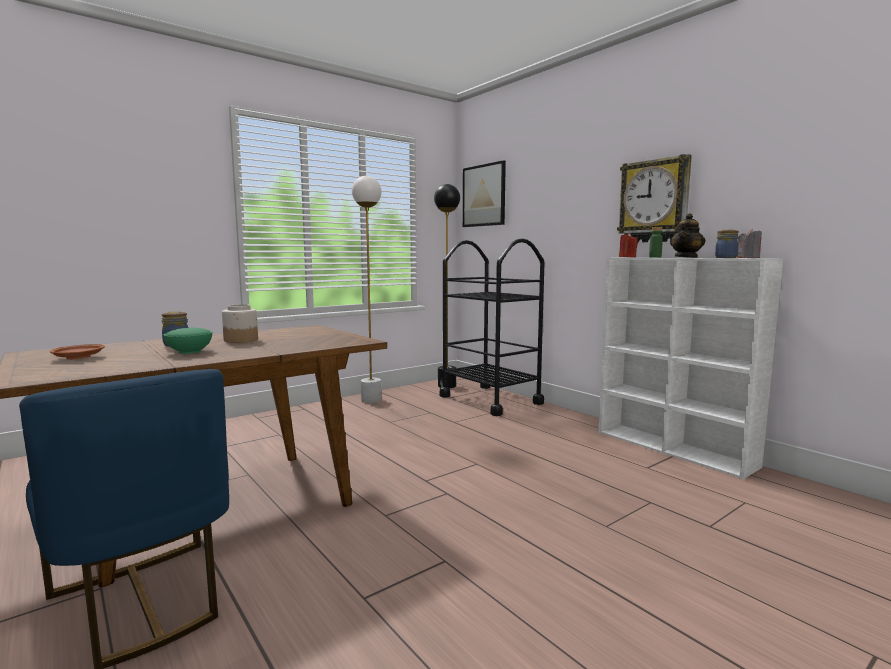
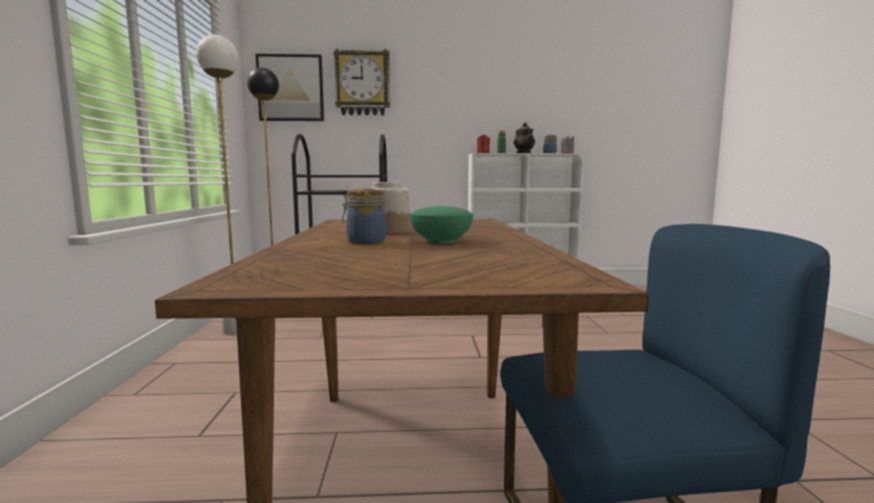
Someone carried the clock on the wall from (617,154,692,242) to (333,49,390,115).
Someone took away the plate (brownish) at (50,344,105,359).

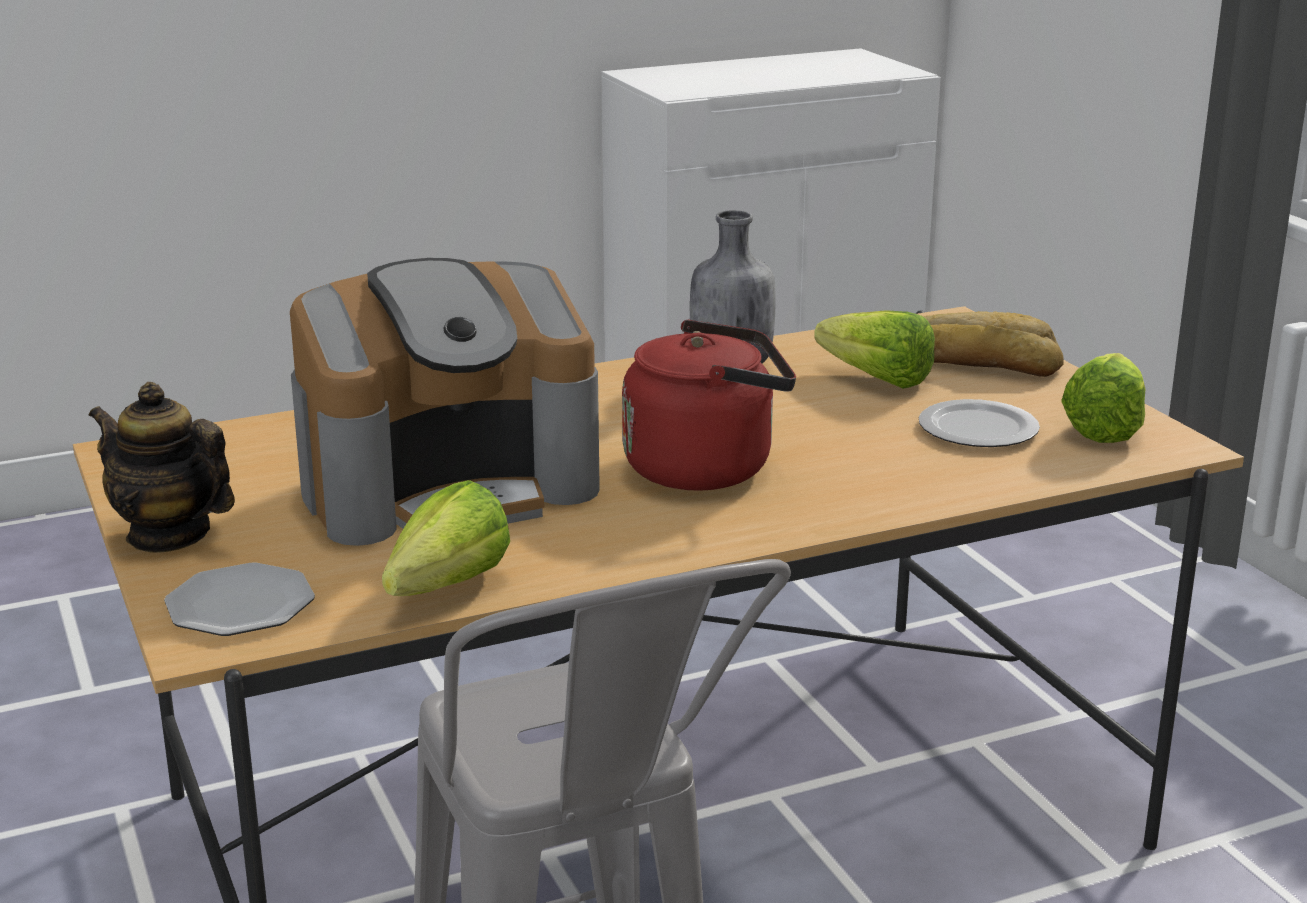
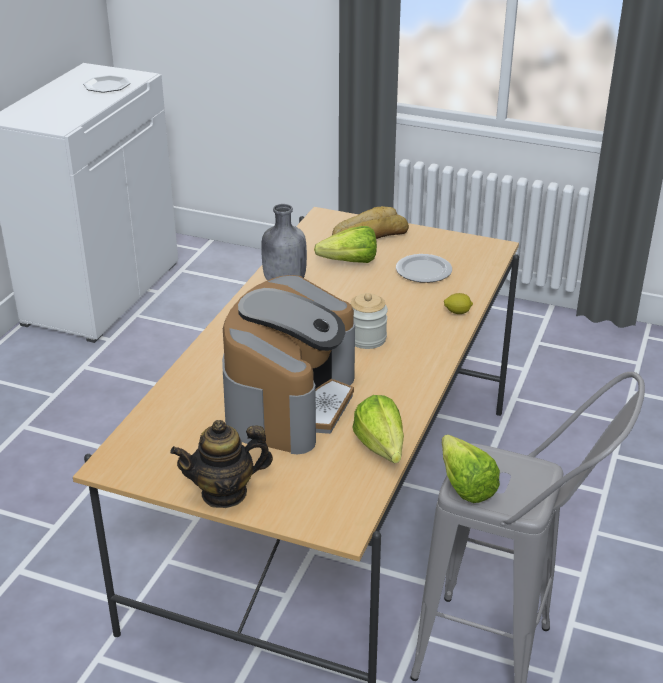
Someone swapped the tea kettle (red-coloured) at (622,320,796,490) for the jar at (351,293,388,349).
Someone carried the head of lettuce from (1061,353,1146,443) to (442,435,500,503).
Someone carried the plate from (164,563,315,636) to (83,75,130,93).
Someone put down the whole lemon at (444,293,473,314).

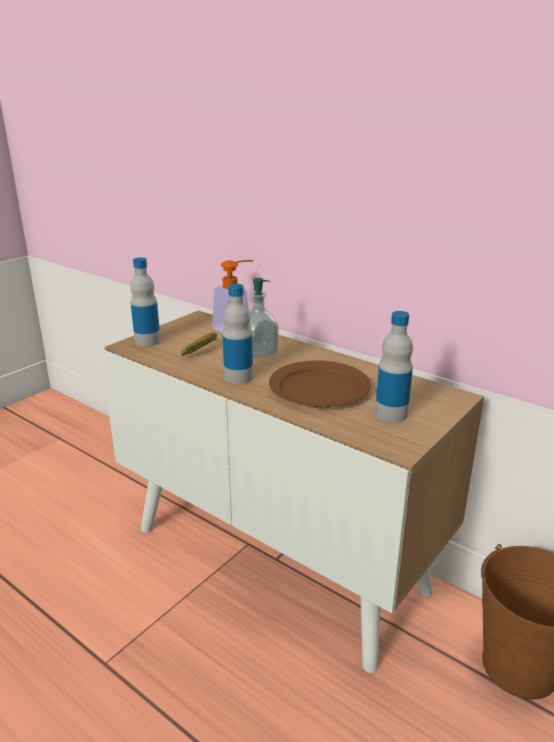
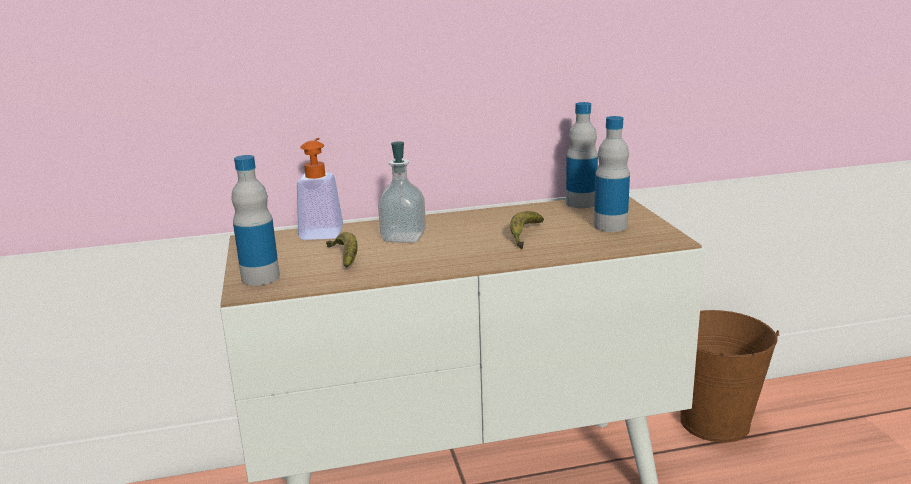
Someone carried the drink bottle from (222,284,253,384) to (566,102,598,208).
Someone swapped the plate (brownish) at (269,360,371,407) for the banana at (510,211,544,249).

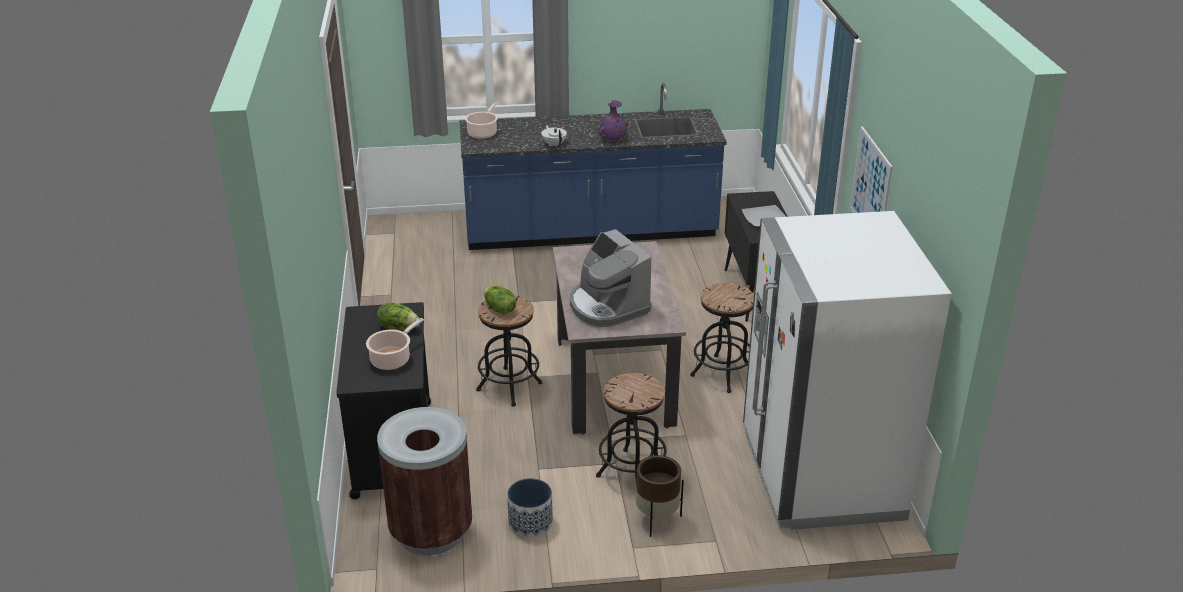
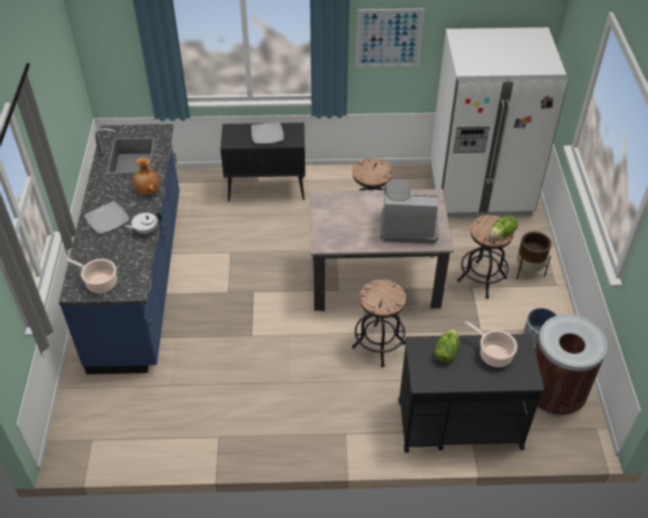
Someone repainted the flower vase (purple) at (599,100,628,140), which became the flower vase (brownish) at (133,157,160,194).
Someone rotated the coffee maker at (570,229,651,327) by 150 degrees counterclockwise.
Someone carried the head of lettuce from (483,286,516,314) to (490,215,518,238).
Someone put down the plate at (84,201,130,234).

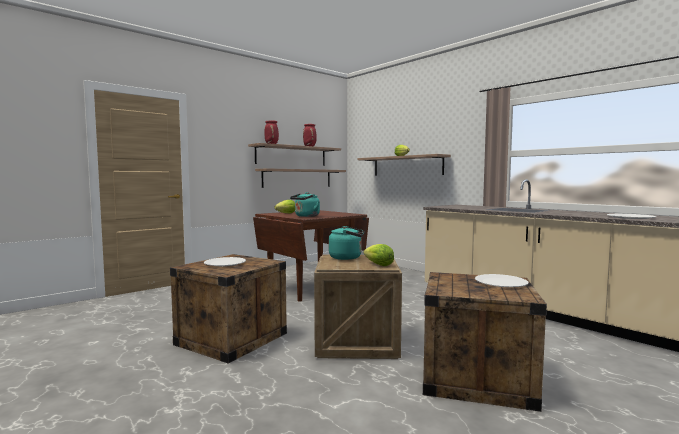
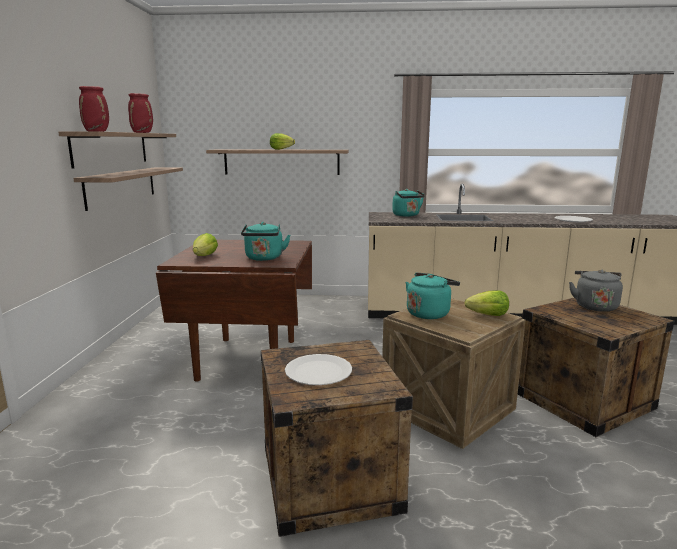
Someone swapped the plate (white) at (475,274,529,287) for the tea kettle (grey) at (569,270,623,312).
Someone put down the tea kettle (blue-green) at (392,189,425,217).

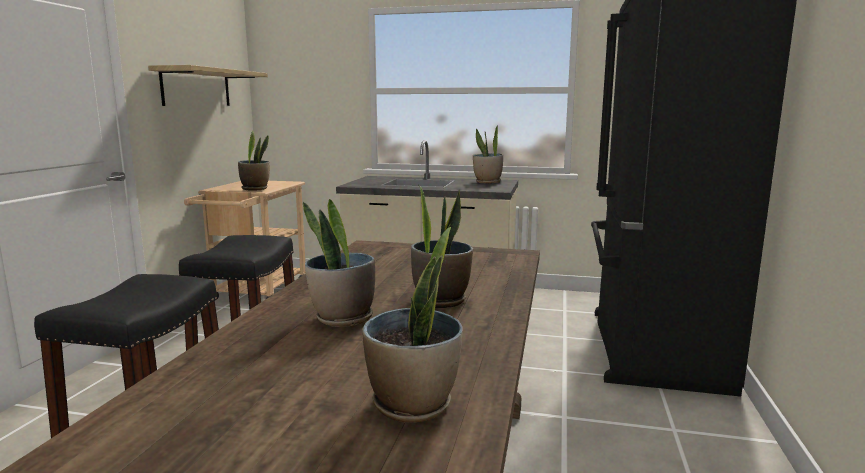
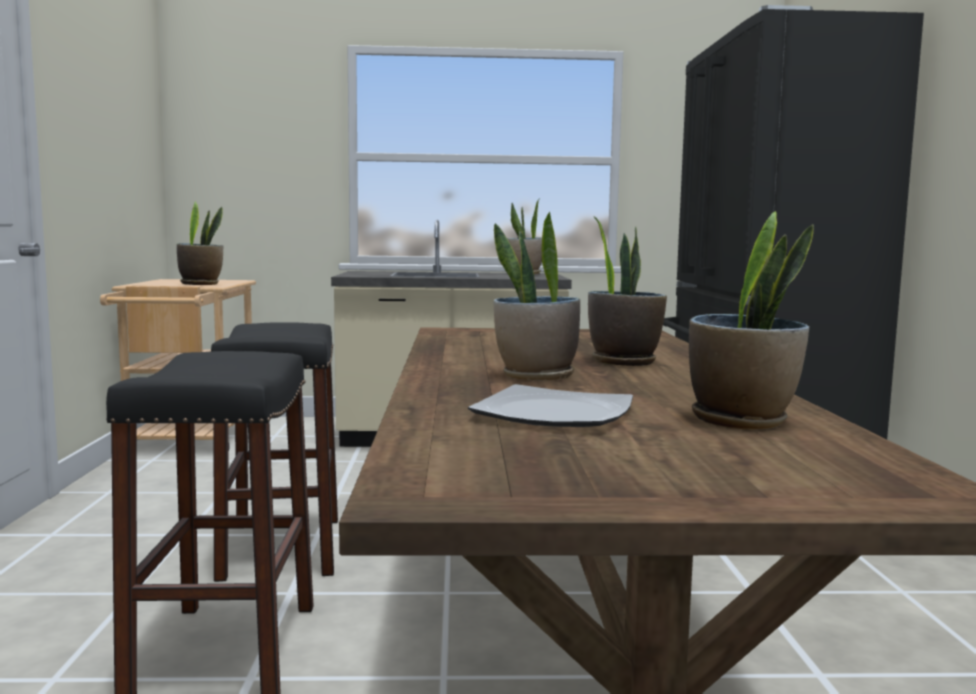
Someone took away the wall shelf at (148,65,268,106).
Someone put down the plate at (468,384,633,427).

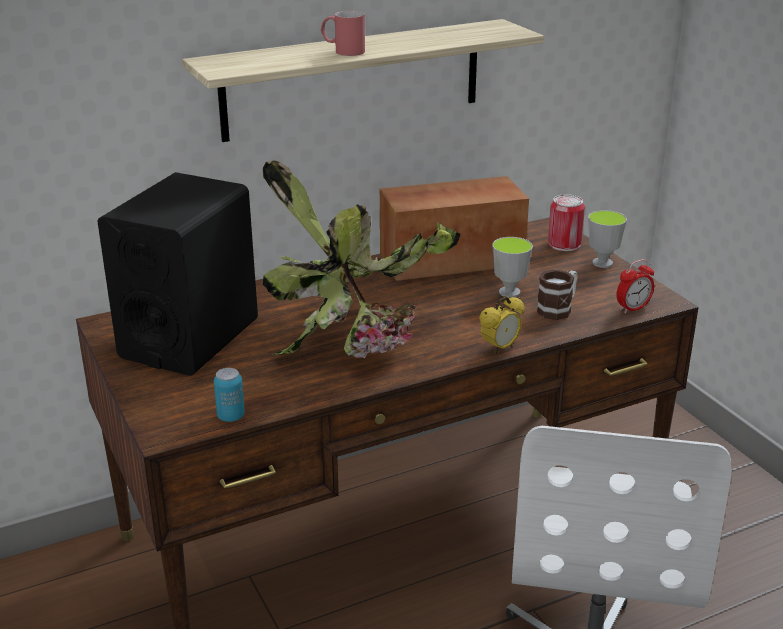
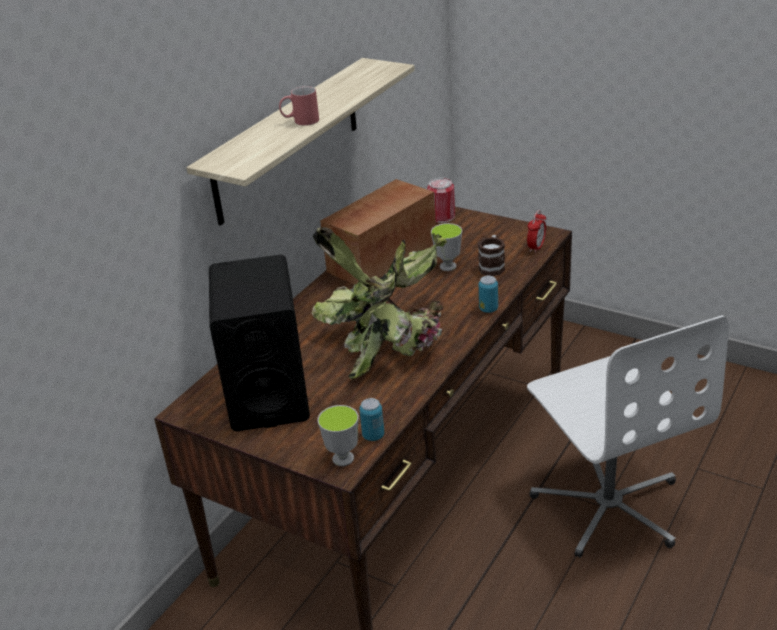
Someone carried the cup from (588,210,627,268) to (317,405,359,466).
Someone swapped the alarm clock at (479,296,525,354) for the sealed can at (479,276,498,313).

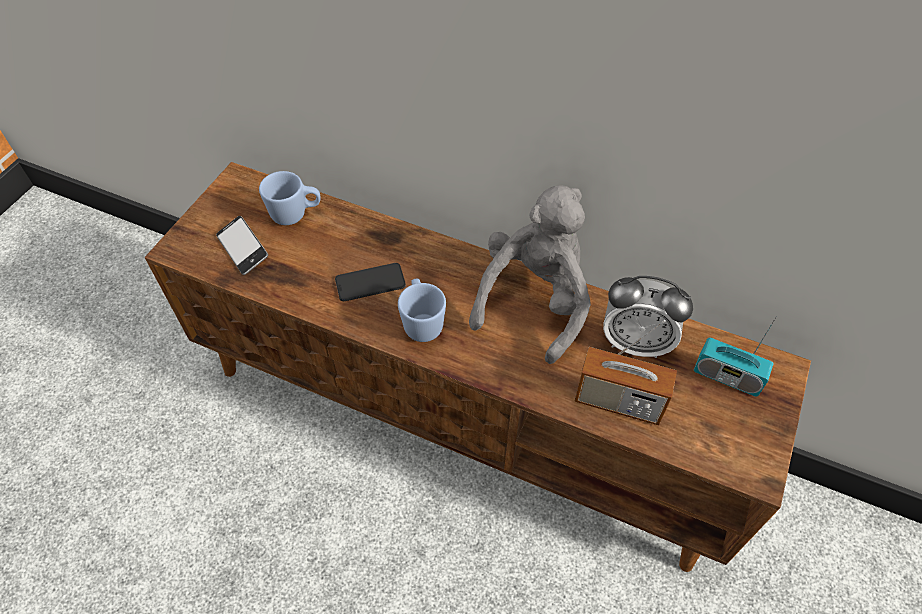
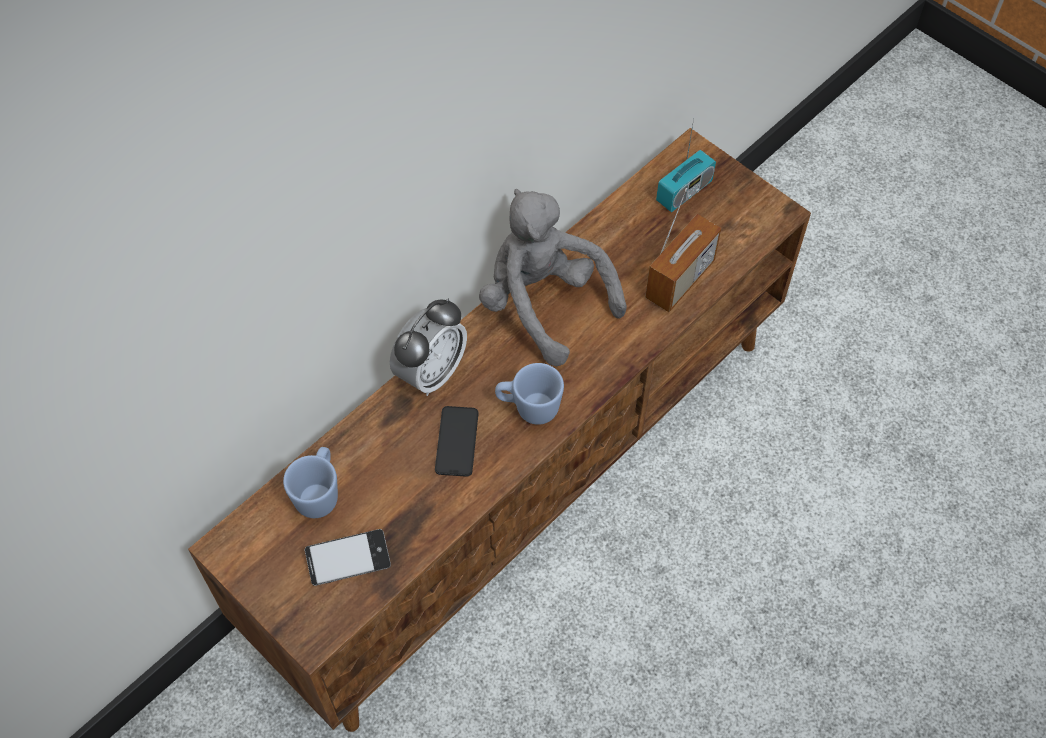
Someone carried the alarm clock from (603,276,693,358) to (390,299,467,396).

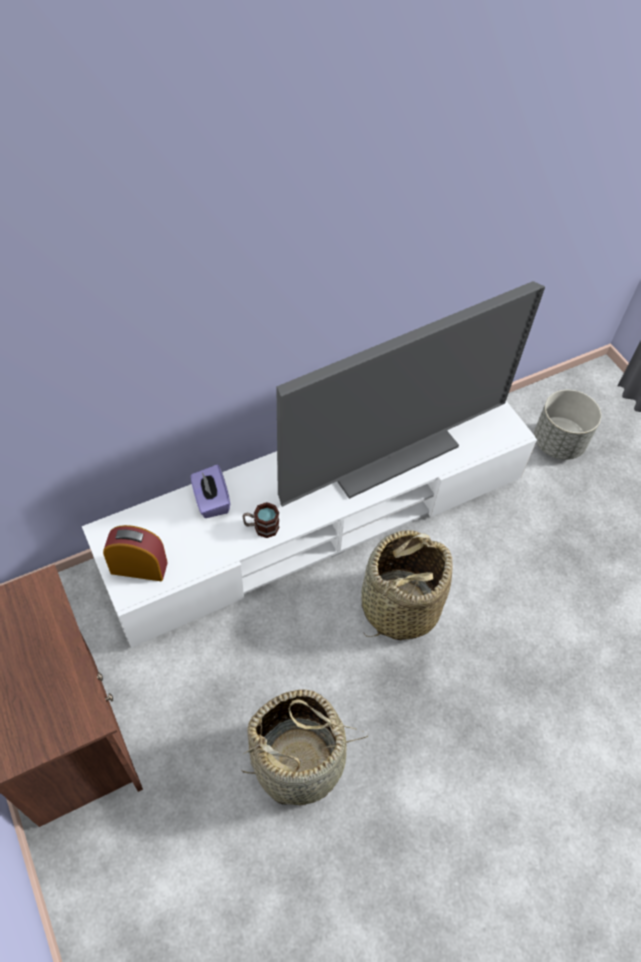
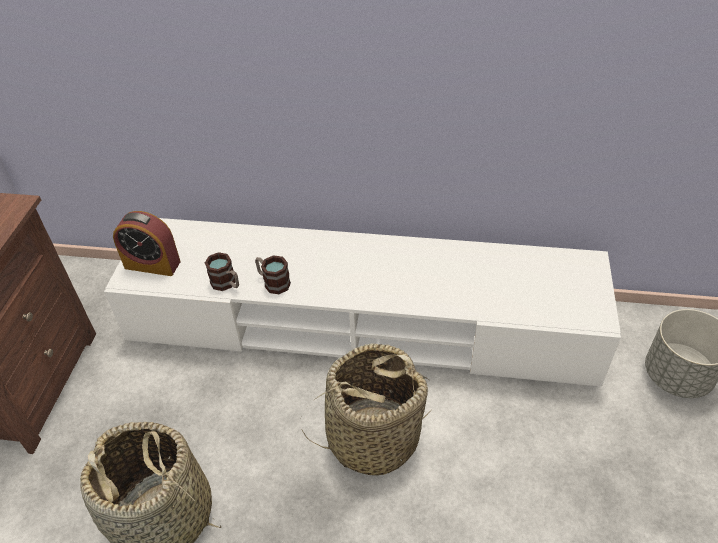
Someone took away the TV set at (276,281,545,507).
Someone took away the tissue holder (purple) at (191,465,230,518).
Someone rotated the alarm clock at (103,525,168,581) by 150 degrees clockwise.
Someone put down the tea mug at (205,252,239,291).

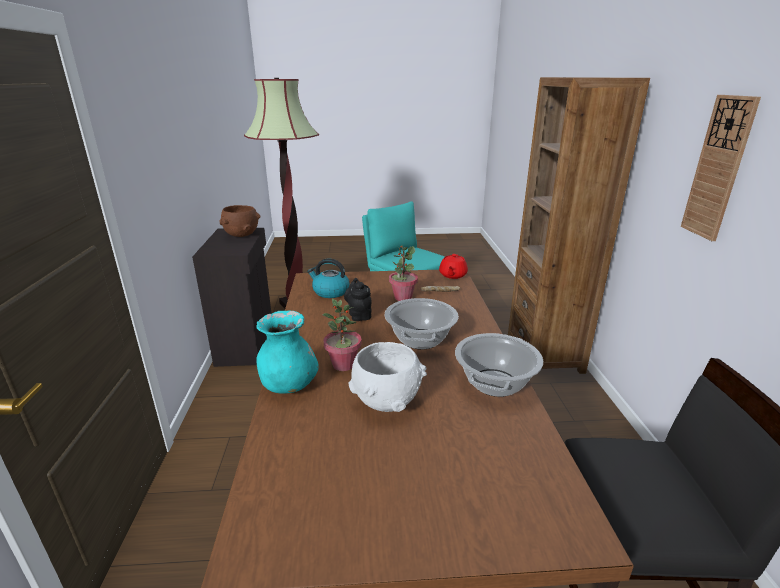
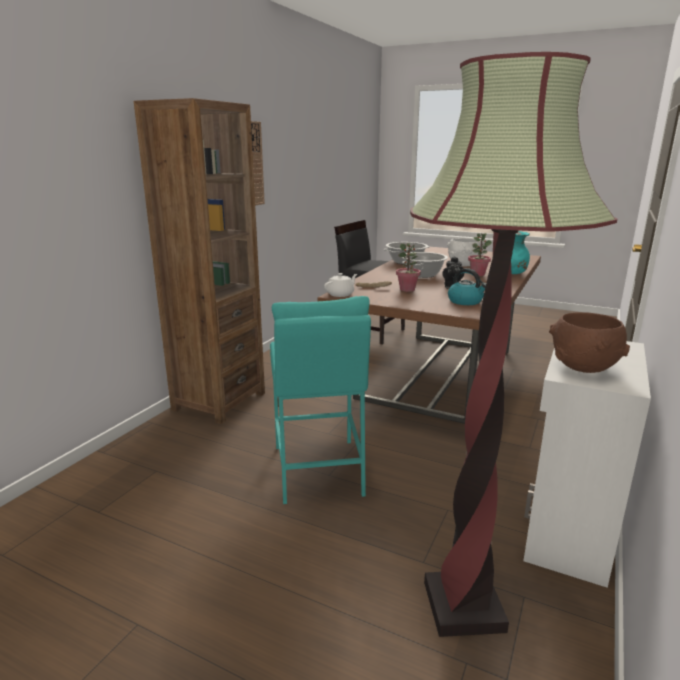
Someone repainted the cabinet (black-coloured) at (192,228,272,367), which became the cabinet (white) at (523,341,651,588).
Someone repainted the pot for tea (red-coloured) at (439,254,468,279), which became the pot for tea (white) at (324,273,357,297).

